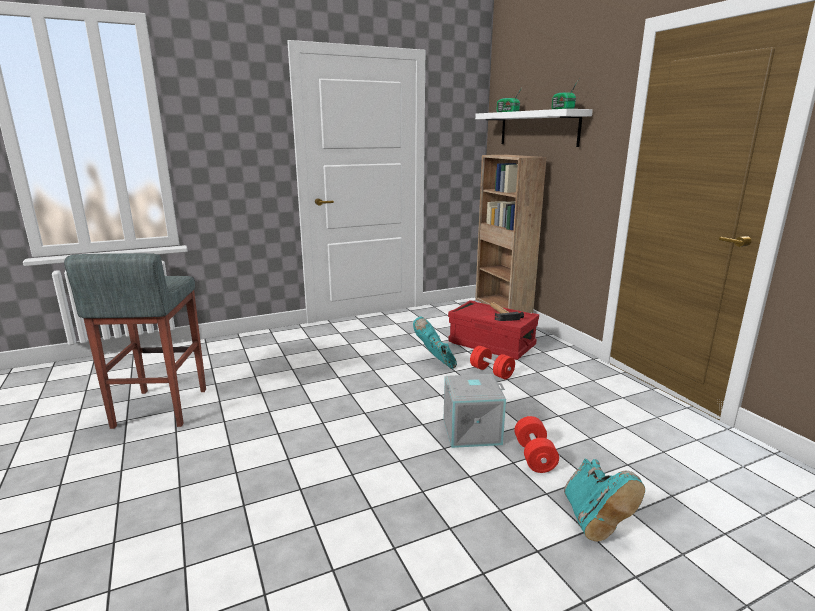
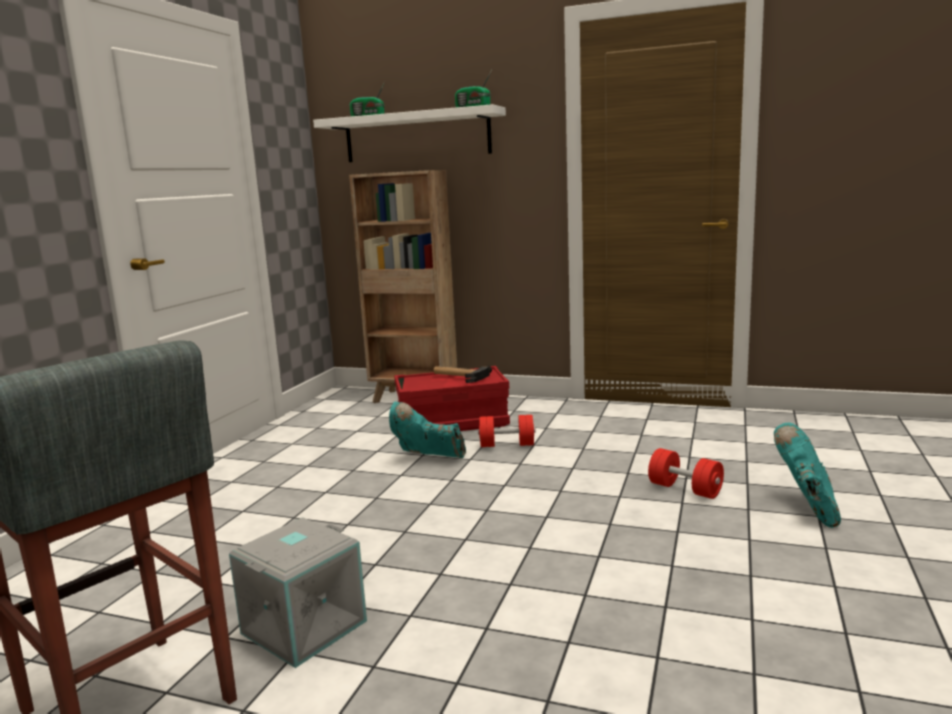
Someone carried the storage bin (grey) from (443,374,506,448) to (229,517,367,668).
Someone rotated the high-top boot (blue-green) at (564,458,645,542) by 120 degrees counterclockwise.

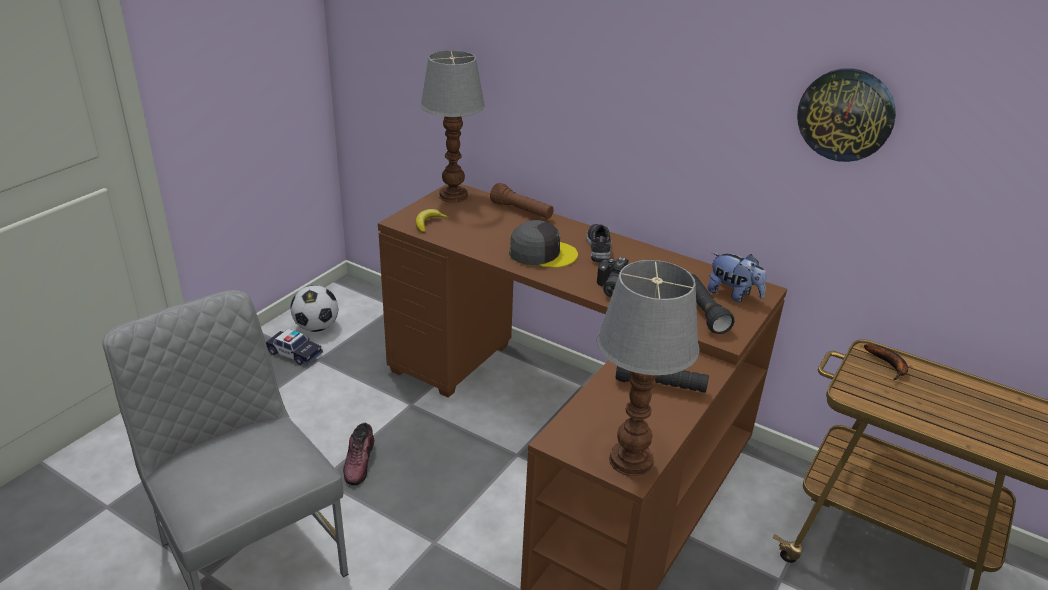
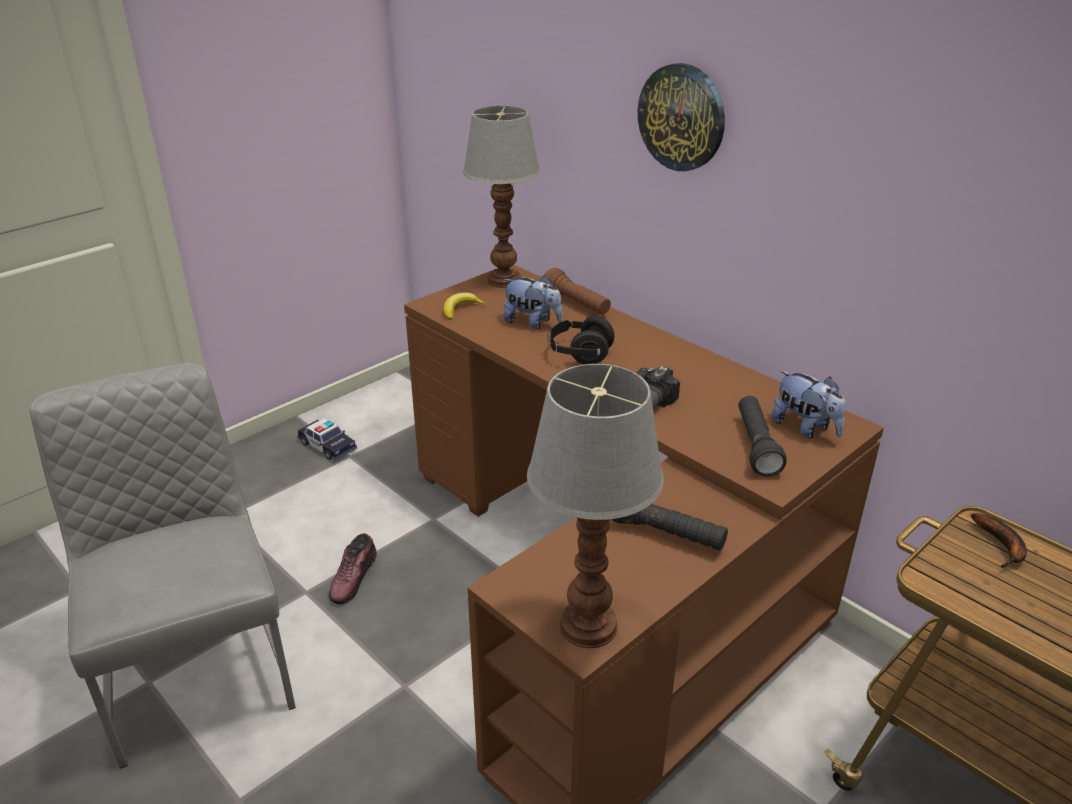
Someone carried the clock on the wall from (797,68,896,162) to (638,63,725,171).
Someone swapped the peaked cap (grey) at (509,220,578,268) for the headset (black-coloured) at (547,316,614,364).
Someone took away the item of footwear at (586,224,612,262).
Someone took away the football at (290,285,338,332).
Someone put down the soft toy at (503,275,563,329).

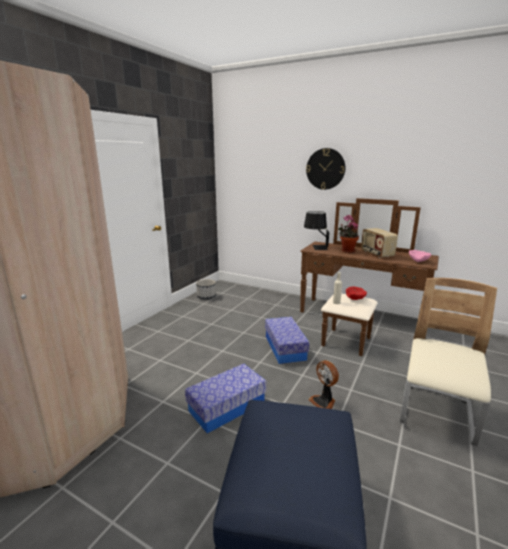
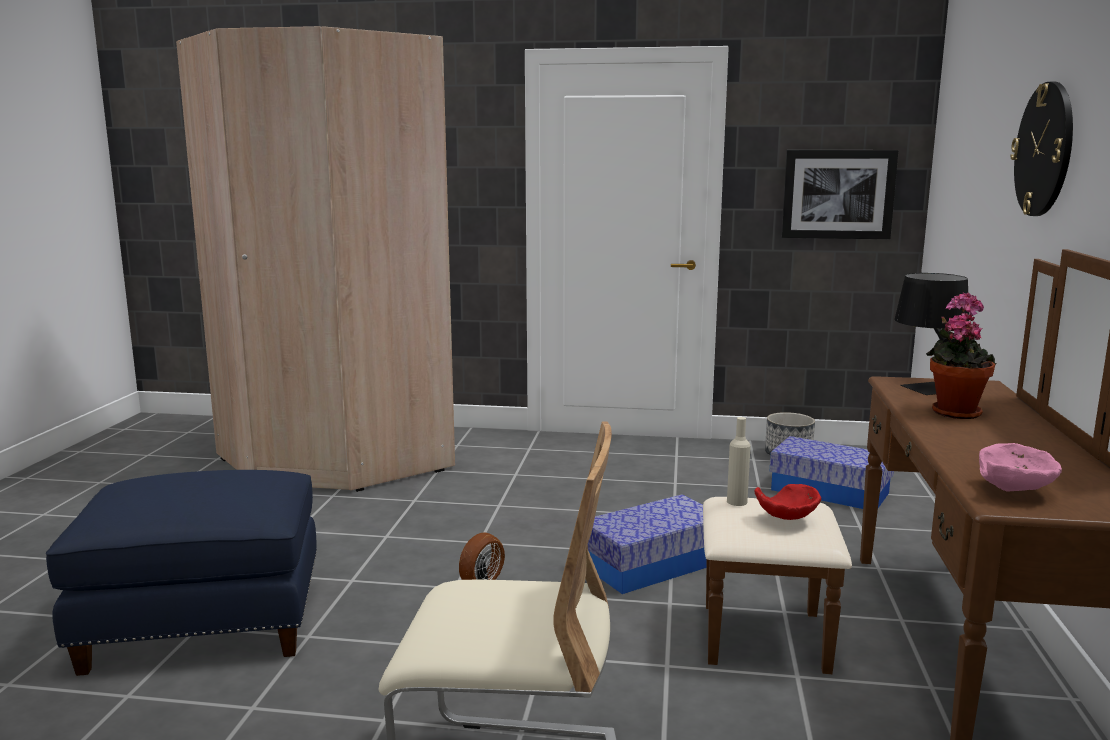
Someone took away the radio at (361,228,398,258).
Someone carried the storage bin from (185,364,266,433) to (769,436,894,509).
Someone put up the wall picture at (781,150,899,239).

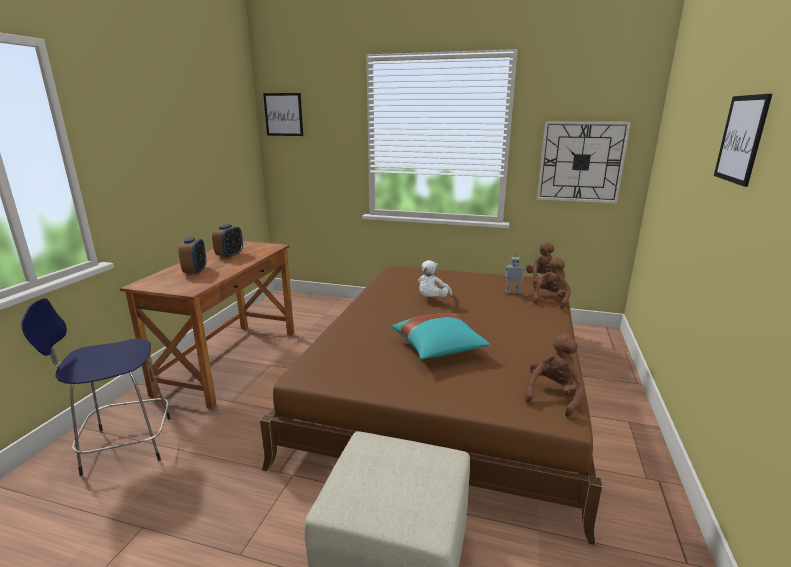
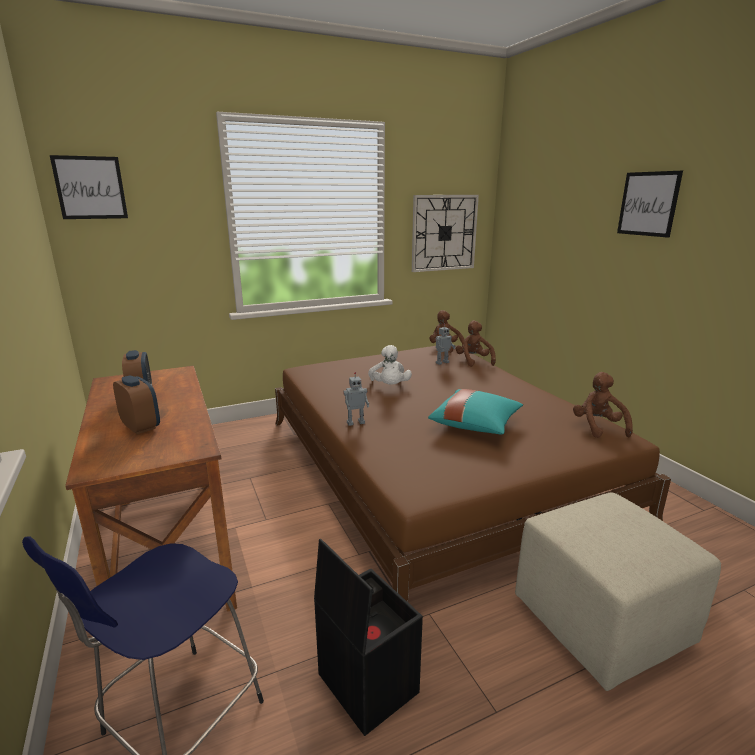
Someone put down the model robot at (343,372,369,426).
Someone put down the storage bin (black-coloured) at (314,539,423,736).

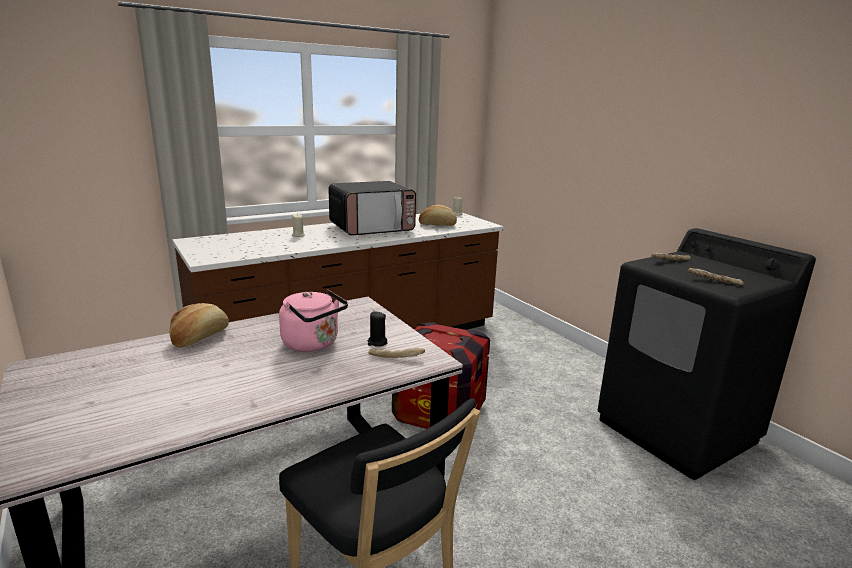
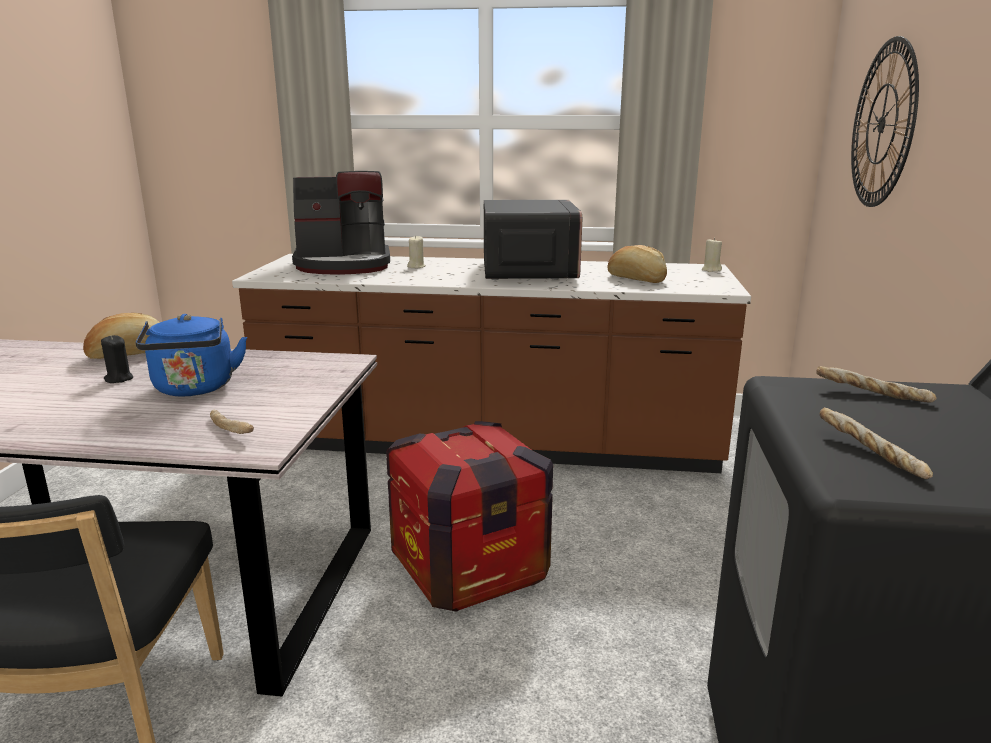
Someone rotated the microwave at (328,181,416,236) by 105 degrees counterclockwise.
Someone repainted the tea kettle (pink) at (279,289,348,352), which became the tea kettle (blue-coloured) at (136,314,247,397).
Someone carried the candle (black-coloured) from (368,311,387,347) to (101,335,133,383).
Someone put up the clock on the wall at (851,36,919,207).
Someone put down the coffee maker at (292,171,390,275).

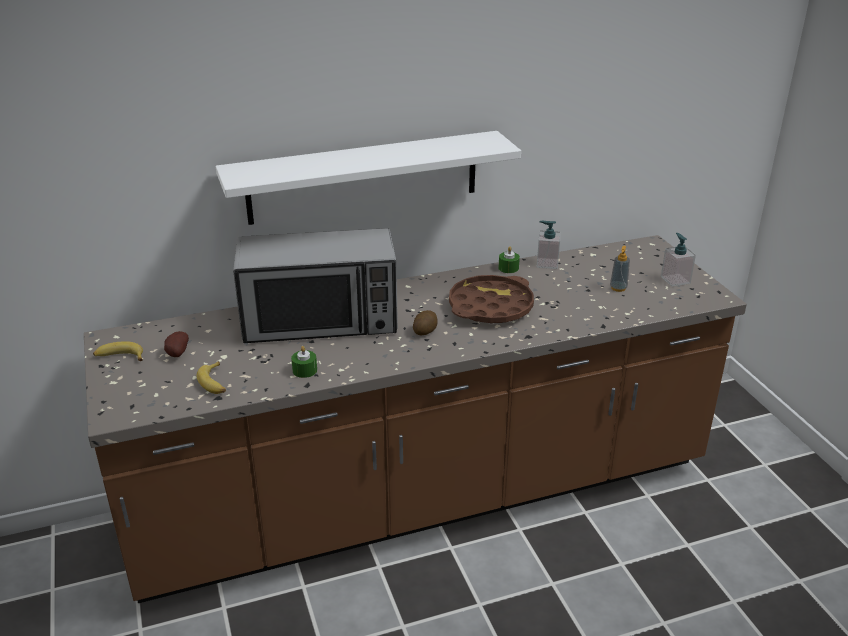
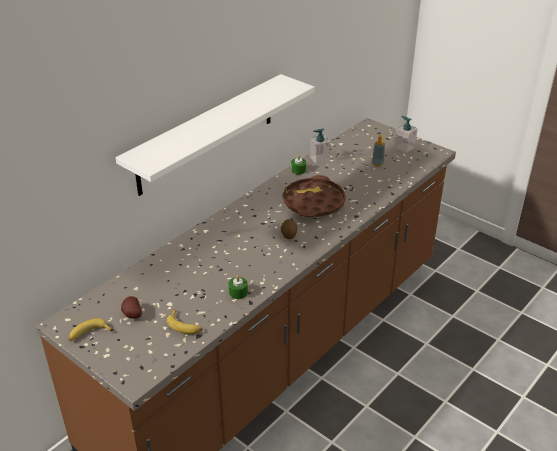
Someone took away the microwave at (233,228,398,343).

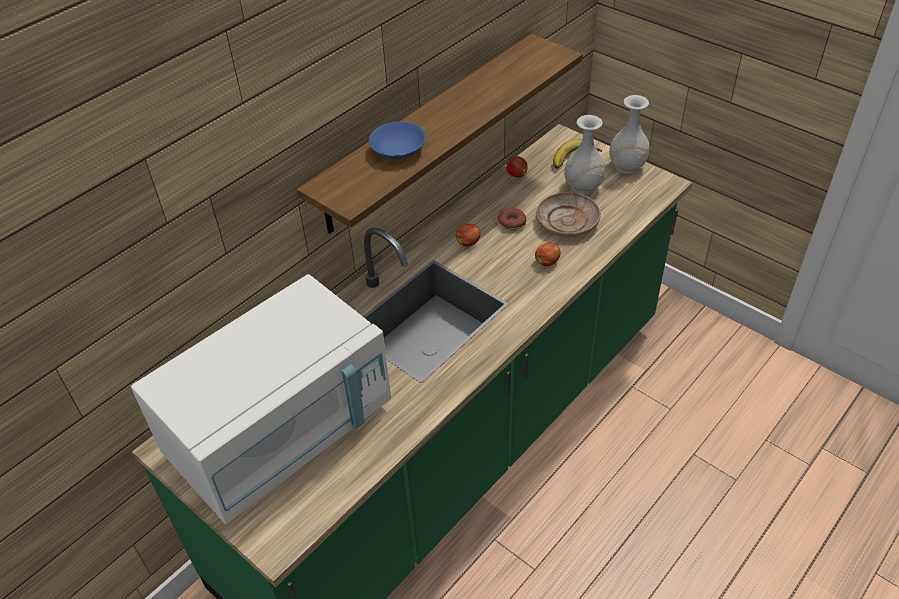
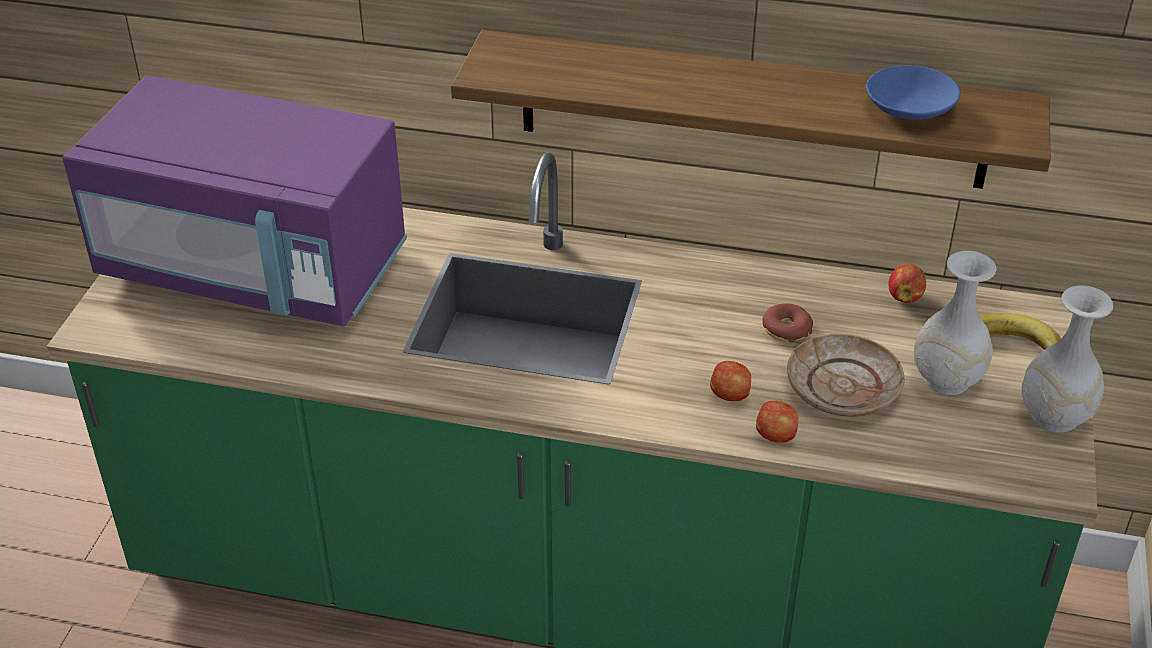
Someone carried the serving bowl (blue-coloured) from (369,121,426,159) to (866,65,960,120).
Someone carried the whole apple from (456,224,481,247) to (756,400,798,443).
Someone repainted the microwave (white) at (131,274,391,524), which became the microwave (purple) at (62,76,407,327).

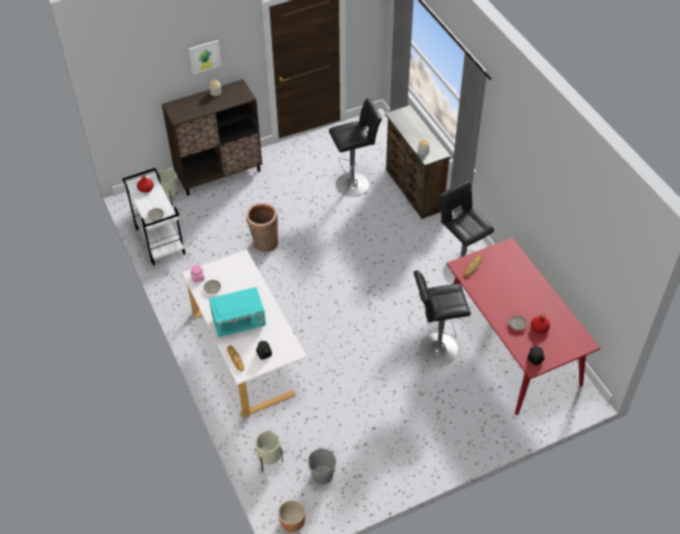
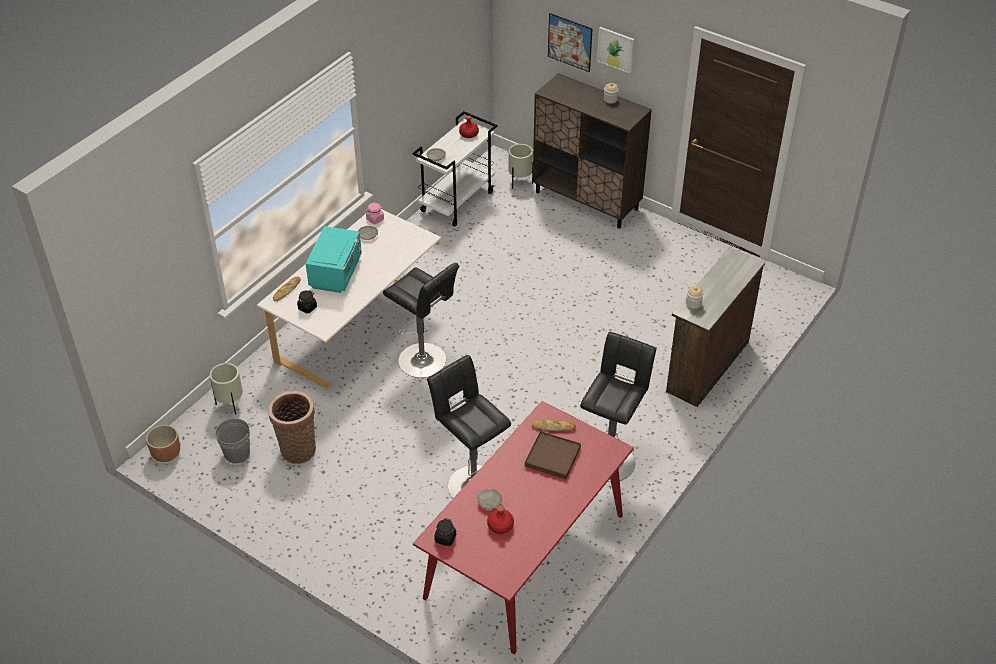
Someone carried the sitting stool (black-coloured) from (329,98,382,197) to (383,263,460,378).
Someone carried the storage basket from (246,203,278,252) to (268,391,316,464).
Someone rotated the microwave (blue-green) at (209,287,266,337) by 120 degrees counterclockwise.
Someone put up the wall picture at (548,13,592,72).
Someone put down the serving tray (brownish) at (525,431,581,479).

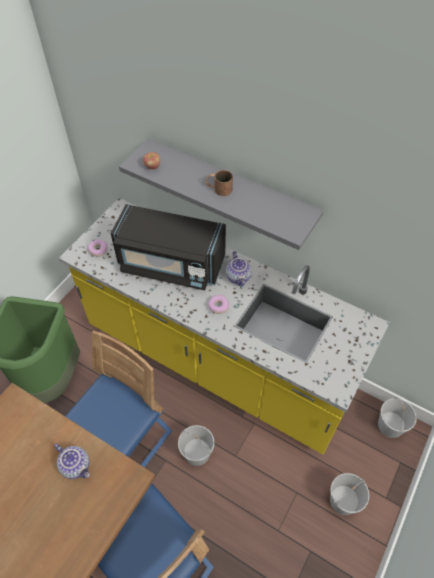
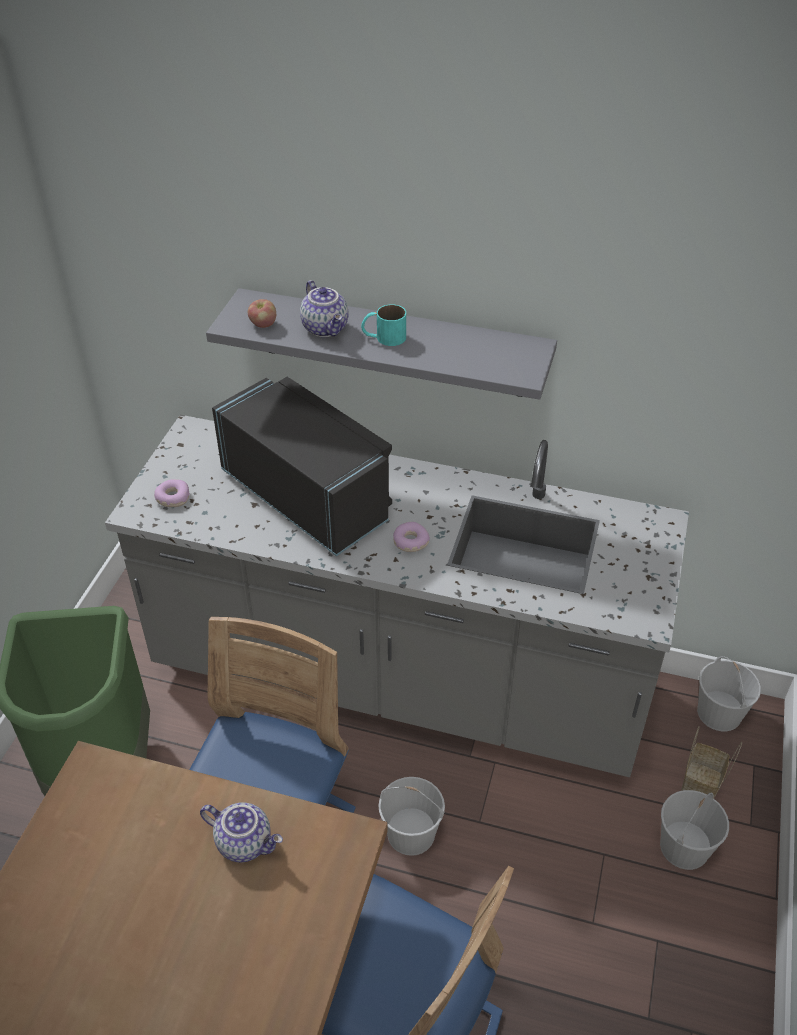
Someone repainted the tea mug (brownish) at (206,170,233,196), which became the tea mug (blue-green) at (361,304,406,346).
Someone repainted the kitchen base unit (yellow) at (59,198,390,455), which became the kitchen base unit (grey) at (105,415,689,777).
Someone rotated the microwave (black-coloured) at (111,204,226,290) by 135 degrees counterclockwise.
Someone carried the pot for tea from (226,251,252,287) to (300,280,348,337).
Someone put down the storage basket at (681,726,742,798).

